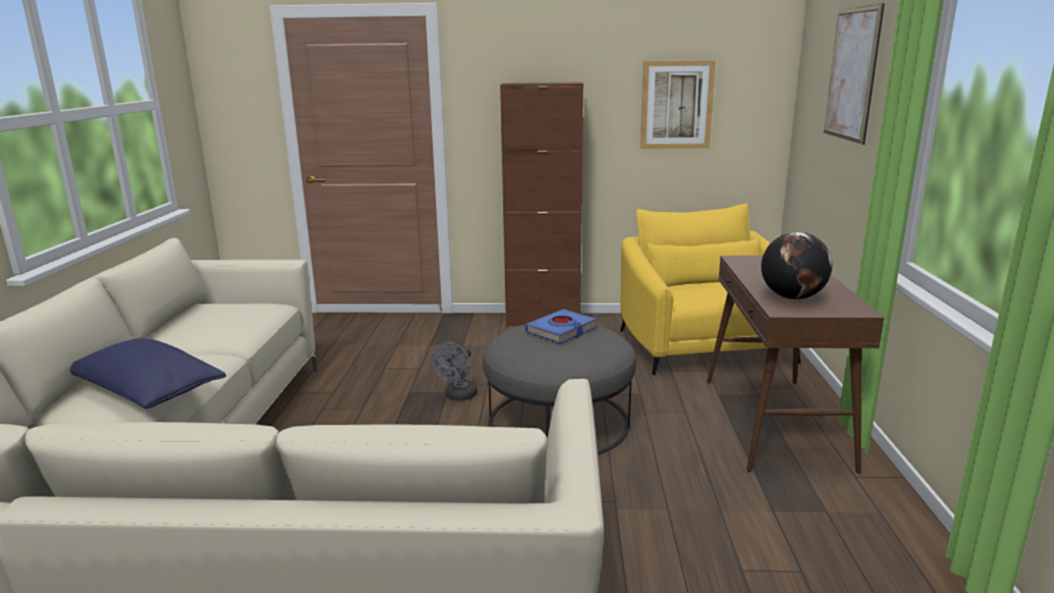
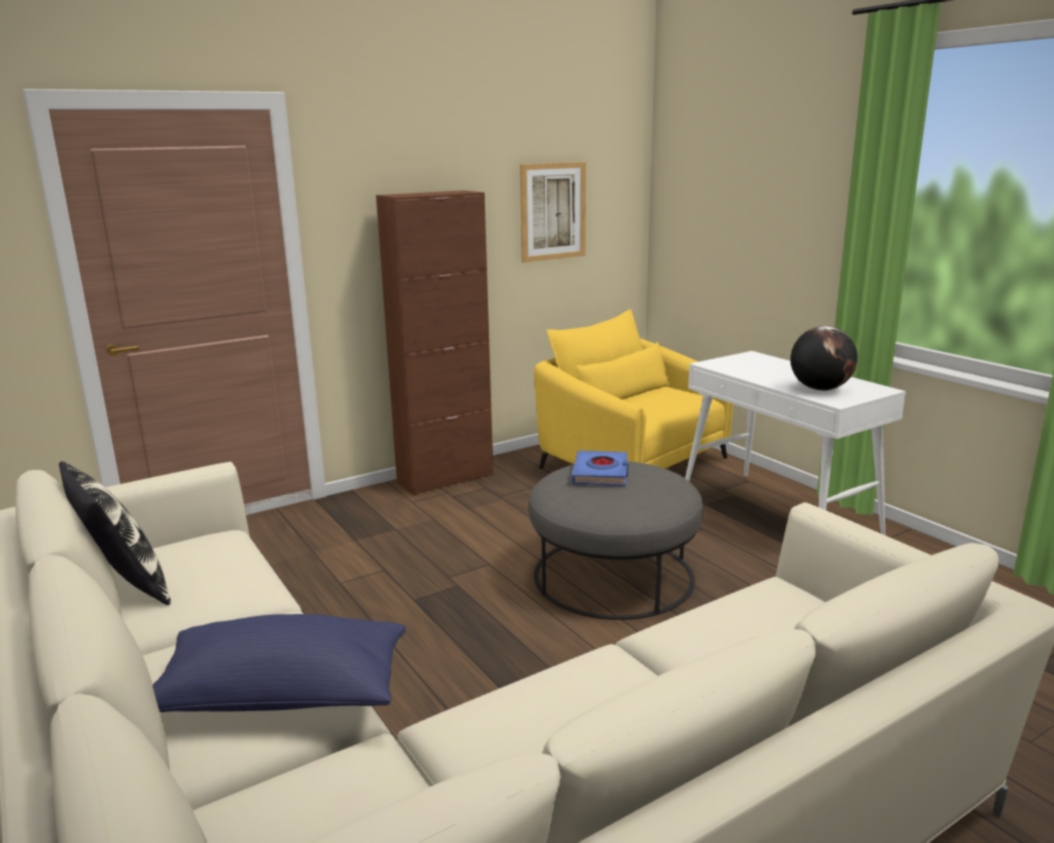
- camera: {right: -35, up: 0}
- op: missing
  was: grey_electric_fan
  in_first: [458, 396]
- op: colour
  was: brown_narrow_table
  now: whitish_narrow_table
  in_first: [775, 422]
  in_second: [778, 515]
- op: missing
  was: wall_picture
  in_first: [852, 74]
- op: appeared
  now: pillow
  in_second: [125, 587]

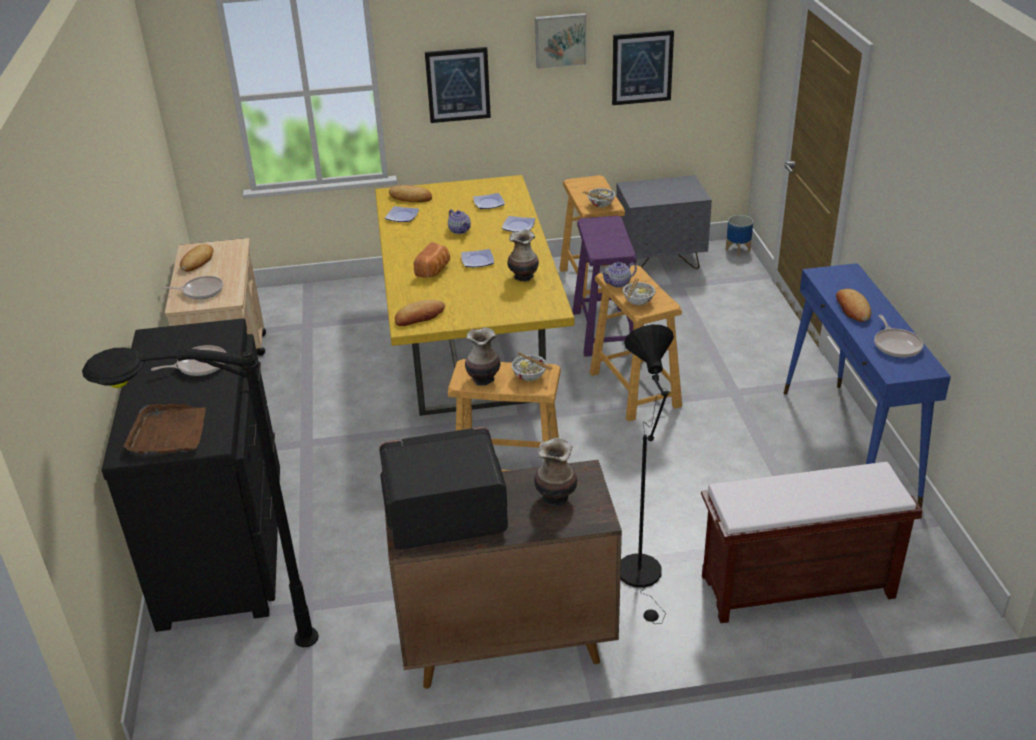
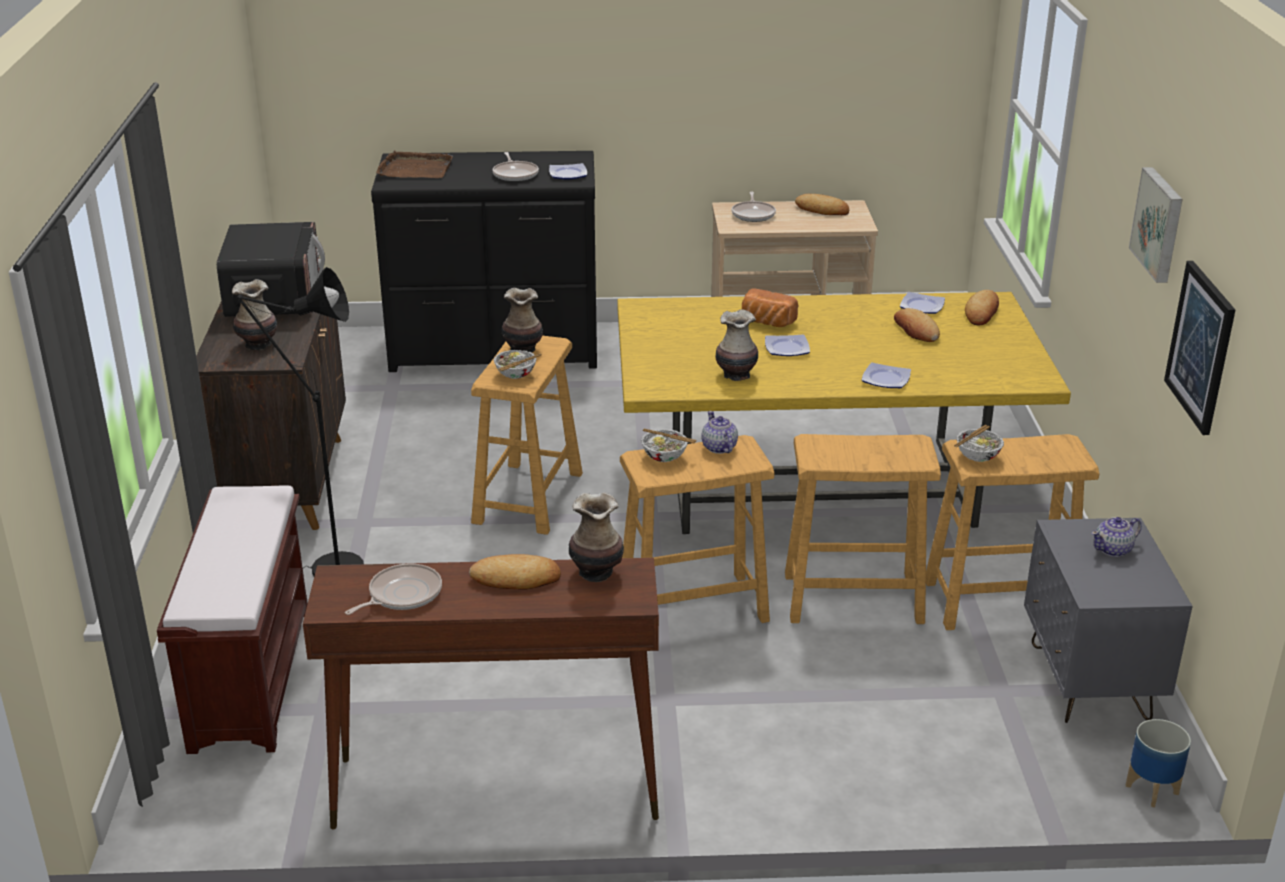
- camera: {right: 95, up: -5}
- op: missing
  was: black-coloured_standard_lamp
  in_first: [230, 653]
- op: relocated
  was: bread
  in_first: [419, 316]
  in_second: [916, 330]
- op: missing
  was: wall_picture
  in_first: [458, 84]
- op: relocated
  was: pot_for_tea
  in_first: [459, 230]
  in_second: [1113, 549]
- op: relocated
  was: dinner_plate
  in_first: [489, 203]
  in_second: [567, 174]
- op: colour
  was: purple-coloured_stool_seat
  now: sand-coloured_stool_seat
  in_first: [605, 332]
  in_second: [852, 598]
- op: colour
  was: bluish_narrow_table
  now: brown_narrow_table
  in_first: [848, 447]
  in_second: [495, 788]
- op: spun
  was: skillet
  in_first: [896, 345]
  in_second: [402, 595]
  clockwise: 135
- op: appeared
  now: vase
  in_second: [595, 572]

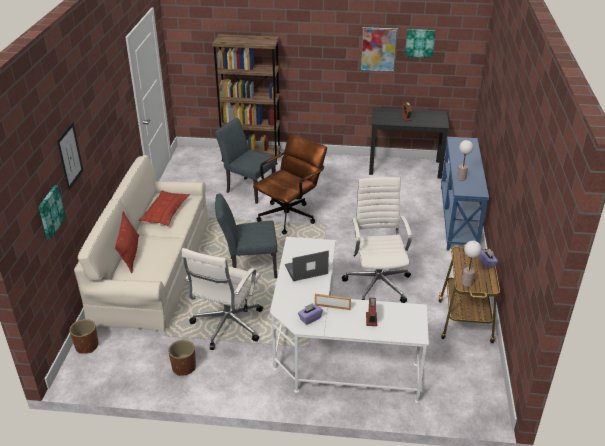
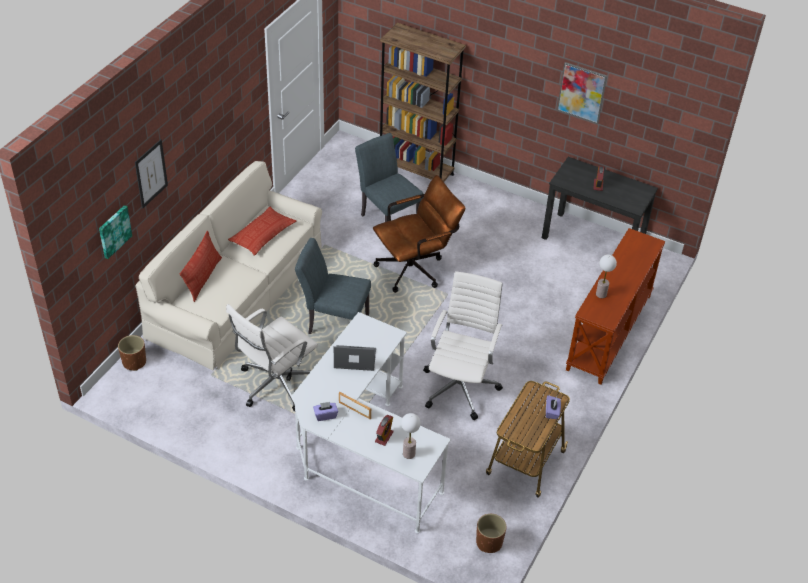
- camera: {right: 20, up: 10}
- op: relocated
  was: brown_plant_pot
  in_first: [184, 368]
  in_second: [489, 542]
- op: missing
  was: wall_picture
  in_first: [419, 42]
- op: colour
  was: bluish_narrow_table
  now: brown_narrow_table
  in_first: [459, 218]
  in_second: [610, 332]
- op: relocated
  was: tabletop_lamp
  in_first: [467, 283]
  in_second: [409, 454]

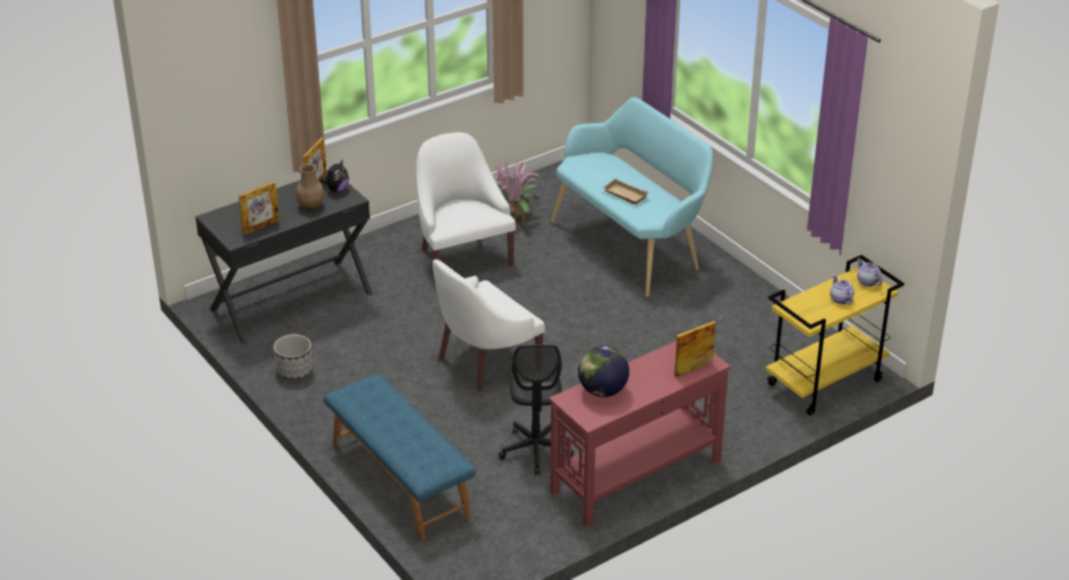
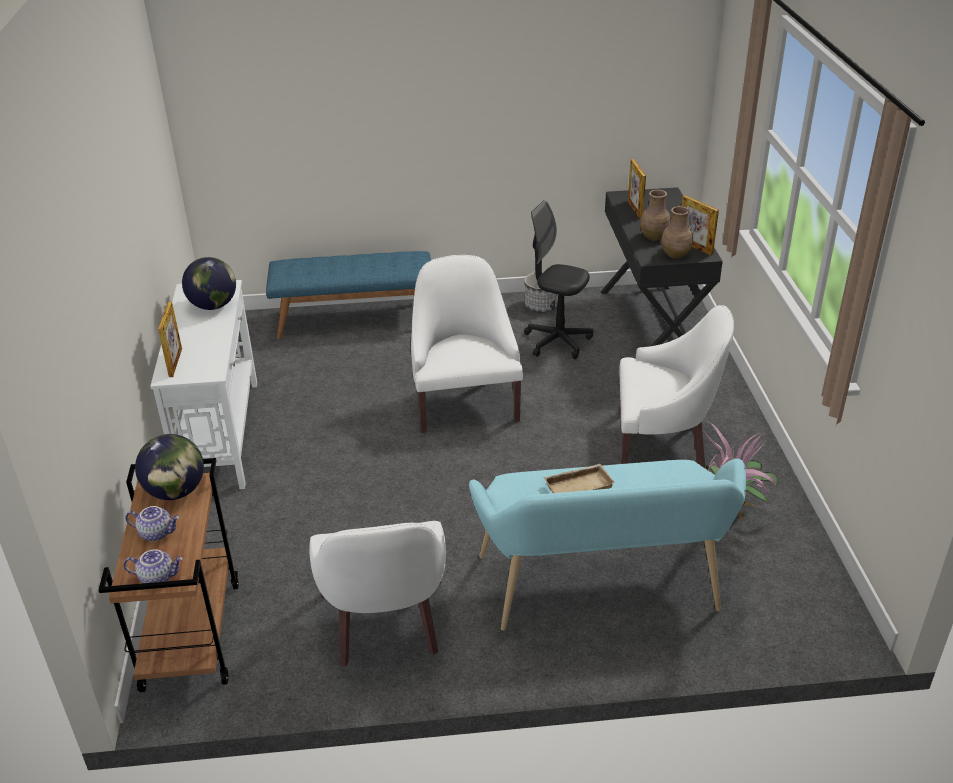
- camera: {right: 120, up: 0}
- op: exchanged
  was: soft_toy
  now: brown_vase
  in_first: [337, 189]
  in_second: [676, 254]
- op: relocated
  was: black-coloured_desk_chair
  in_first: [536, 451]
  in_second: [557, 341]
- op: colour
  was: reddish_narrow_table
  now: whitish_narrow_table
  in_first: [635, 476]
  in_second: [221, 433]
- op: colour
  was: yellow-coloured_cart
  now: brown_cart
  in_first: [824, 383]
  in_second: [191, 635]
- op: appeared
  now: world_globe
  in_second: [175, 492]
- op: appeared
  now: whitish_easy_chair
  in_second: [385, 623]

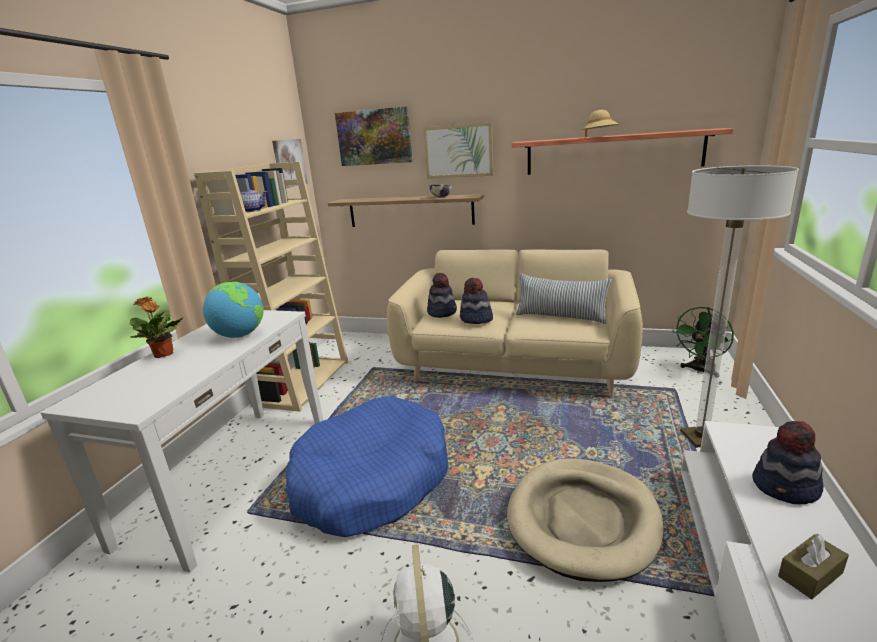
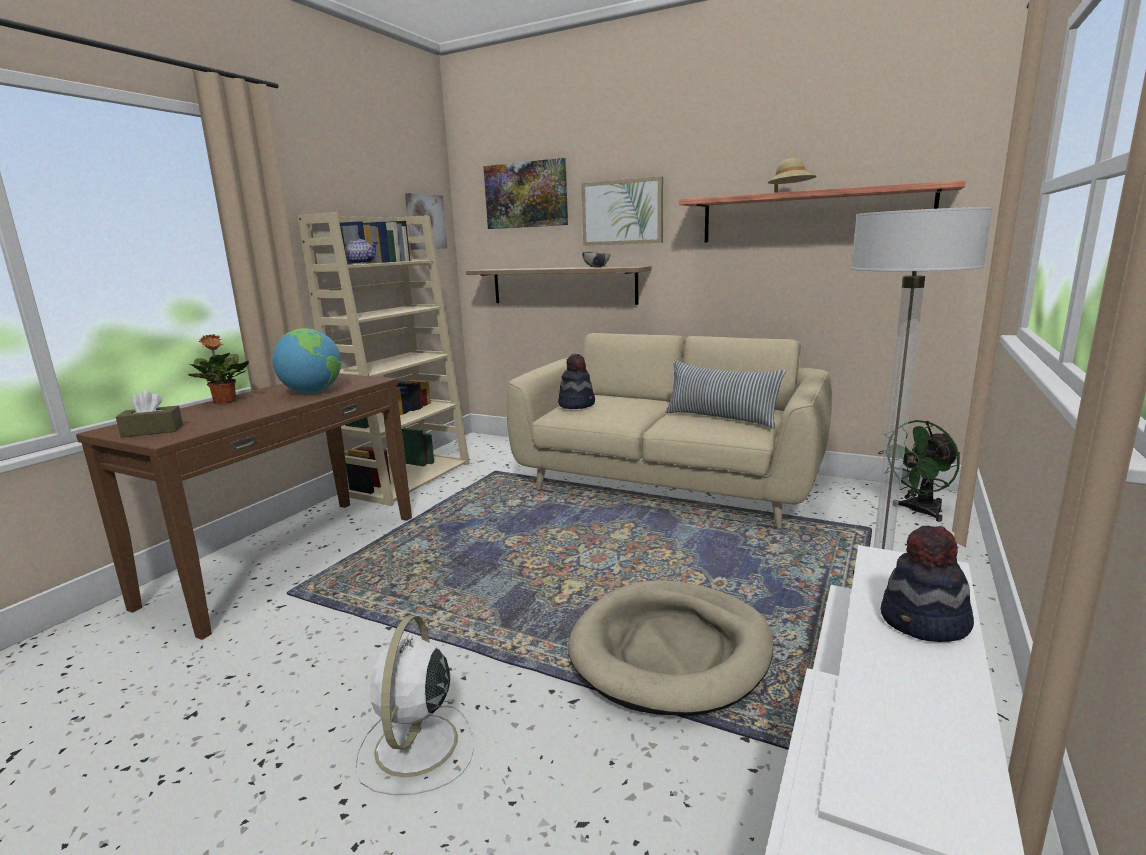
- camera: {right: 10, up: -5}
- op: colour
  was: whitish_narrow_table
  now: brown_narrow_table
  in_first: [231, 476]
  in_second: [287, 558]
- op: missing
  was: bluish_dog_bed
  in_first: [372, 480]
- op: missing
  was: hat
  in_first: [476, 319]
- op: relocated
  was: brown_tissue_box
  in_first: [810, 575]
  in_second: [152, 431]

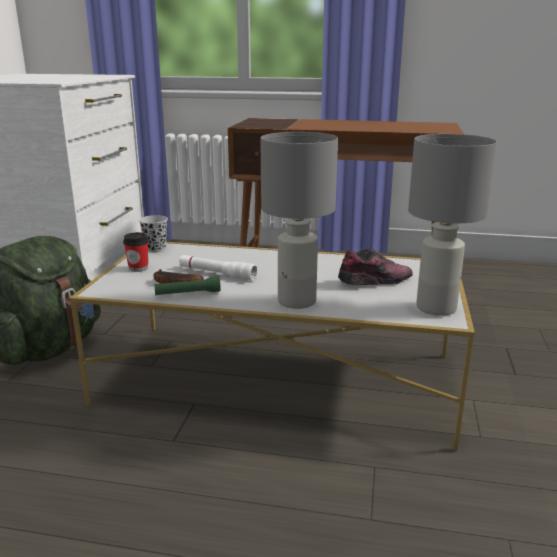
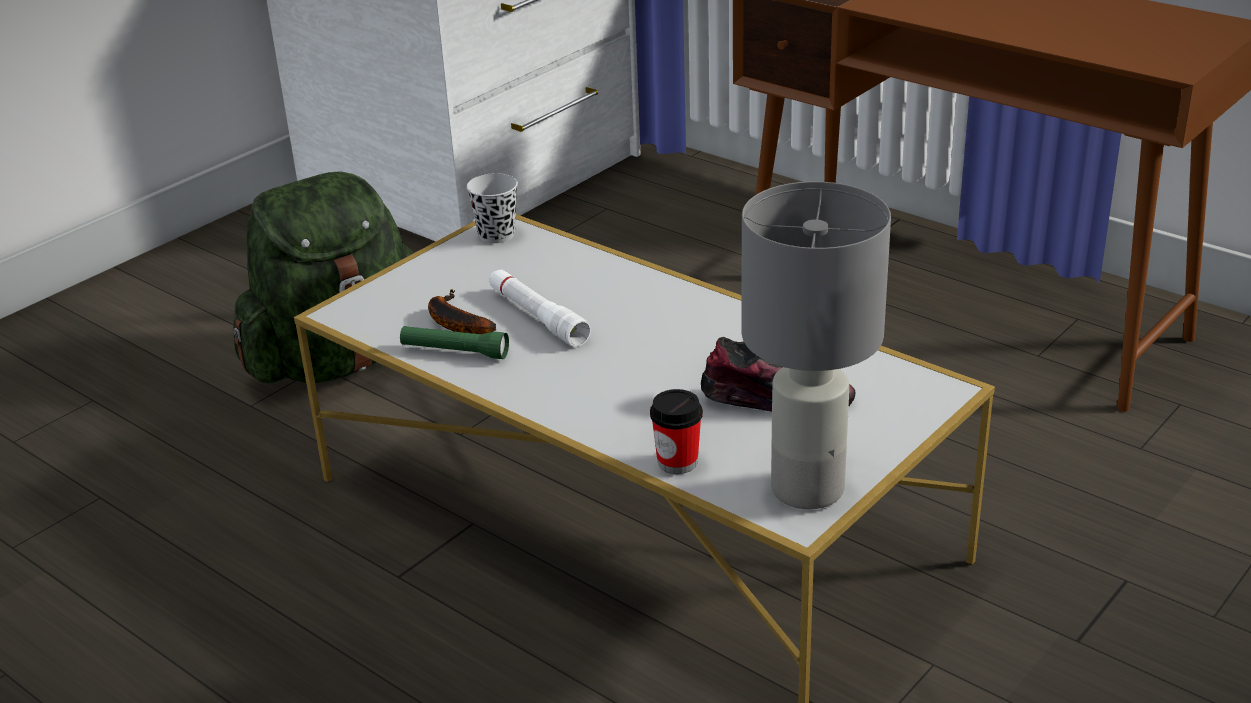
- camera: {right: 30, up: 10}
- op: relocated
  was: drinking_cup
  in_first: [138, 268]
  in_second: [677, 462]
- op: missing
  was: grey_tabletop_lamp
  in_first: [297, 302]

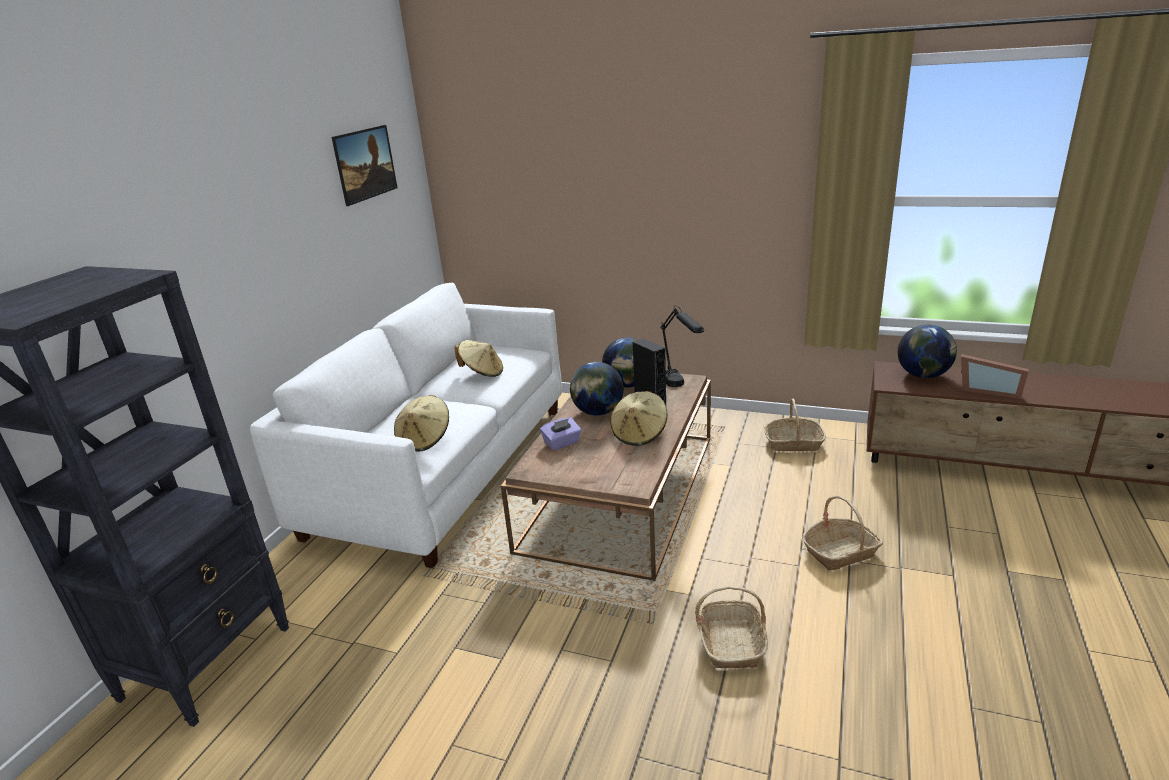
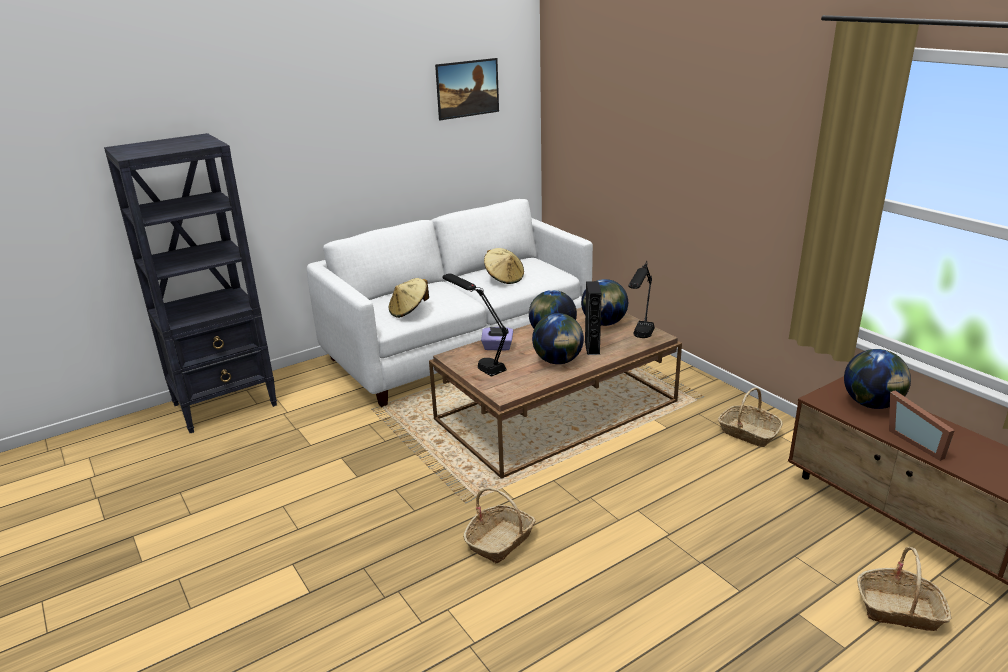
- camera: {right: 35, up: 0}
- op: exchanged
  was: sand-coloured_hat
  now: world_globe
  in_first: [639, 434]
  in_second: [558, 361]
- op: relocated
  was: storage_basket
  in_first: [840, 552]
  in_second: [899, 610]
- op: appeared
  now: black-coloured_tabletop_lamp
  in_second: [478, 361]

